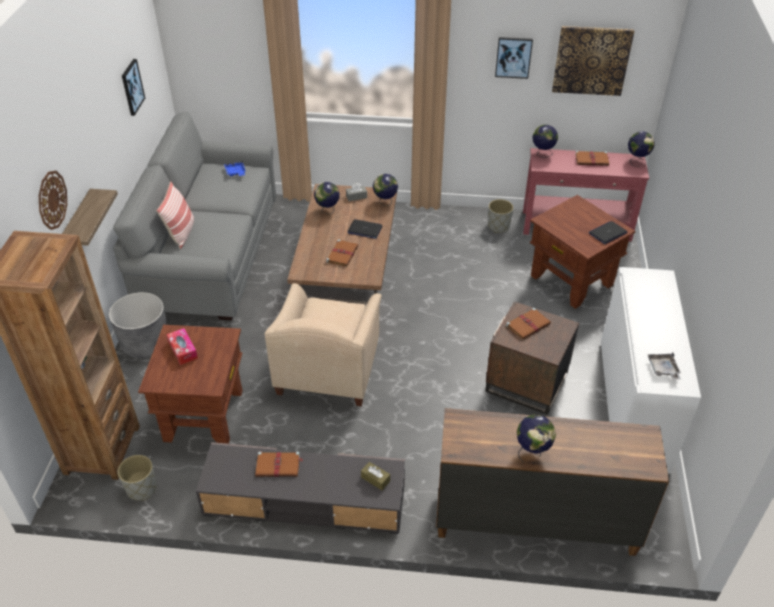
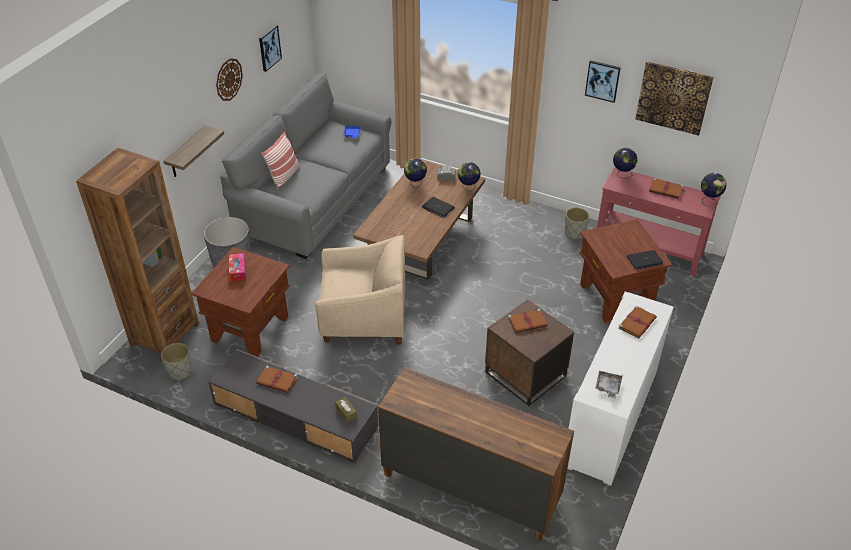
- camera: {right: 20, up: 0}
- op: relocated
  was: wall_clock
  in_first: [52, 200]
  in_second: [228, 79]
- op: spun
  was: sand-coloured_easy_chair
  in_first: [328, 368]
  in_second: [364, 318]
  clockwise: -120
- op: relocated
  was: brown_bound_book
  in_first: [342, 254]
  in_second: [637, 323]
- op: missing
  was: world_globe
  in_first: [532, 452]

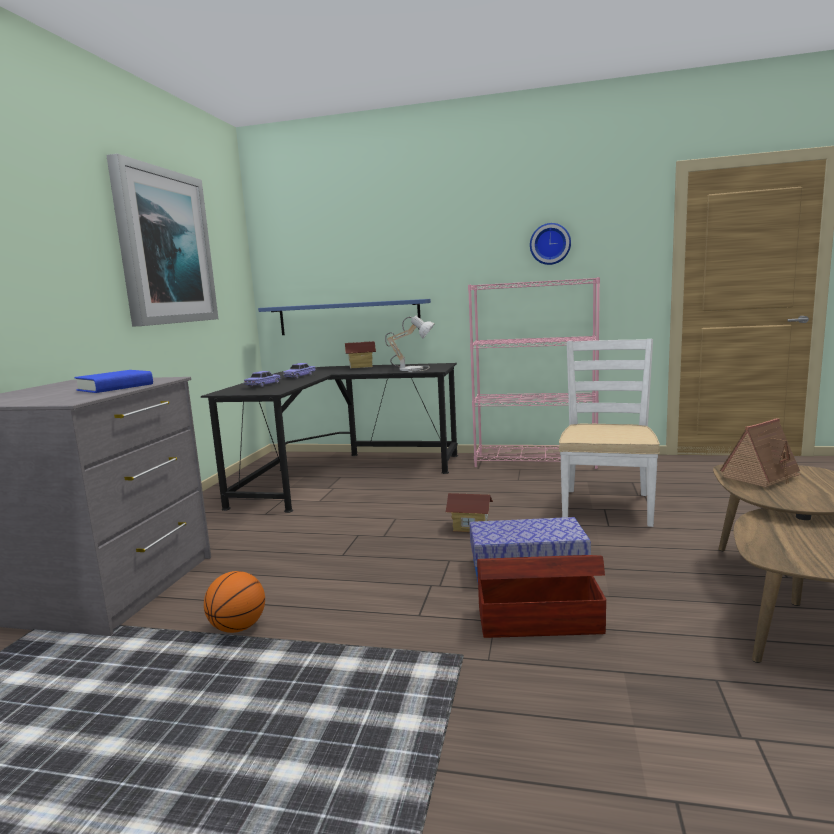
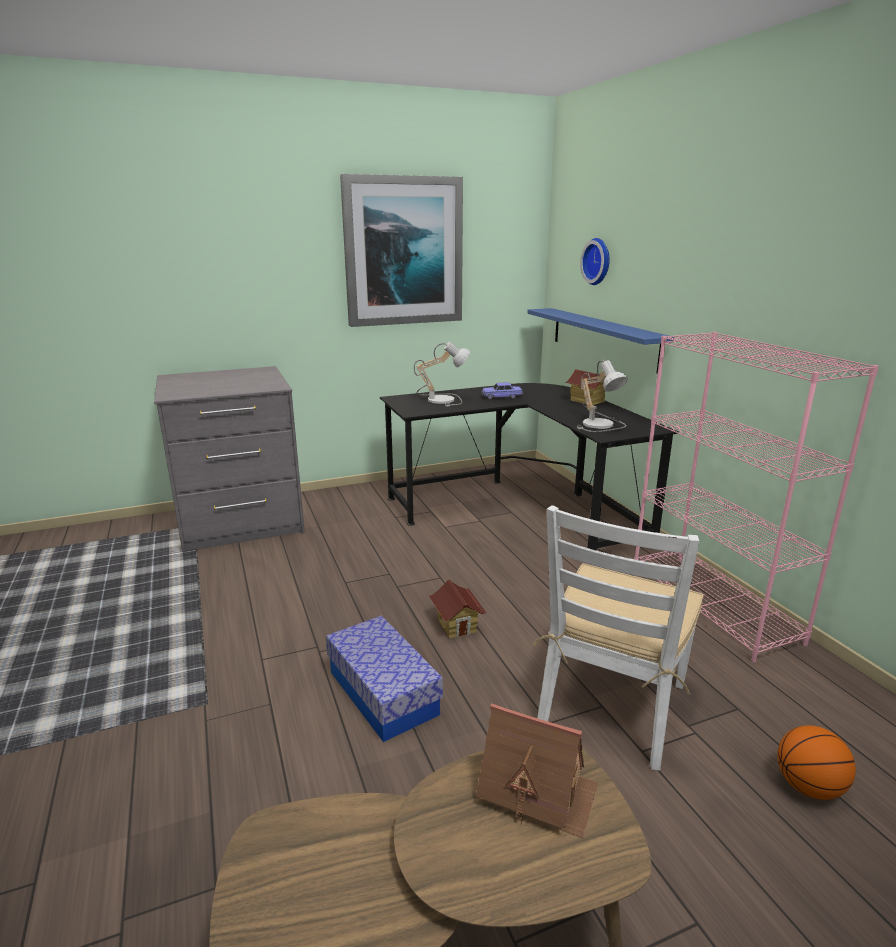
- camera: {right: 55, up: 10}
- op: missing
  was: bluish_bound_book
  in_first: [115, 387]
- op: relocated
  was: basketball_ball
  in_first: [238, 627]
  in_second: [808, 787]
- op: exchanged
  was: toy_car
  now: tabletop_lamp
  in_first: [263, 385]
  in_second: [442, 399]
- op: missing
  was: brown_storage_bin
  in_first: [537, 619]
- op: relocated
  was: wall_clock
  in_first: [550, 244]
  in_second: [598, 261]
- op: spun
  was: whitish_chair
  in_first: [606, 506]
  in_second: [612, 706]
  clockwise: 135

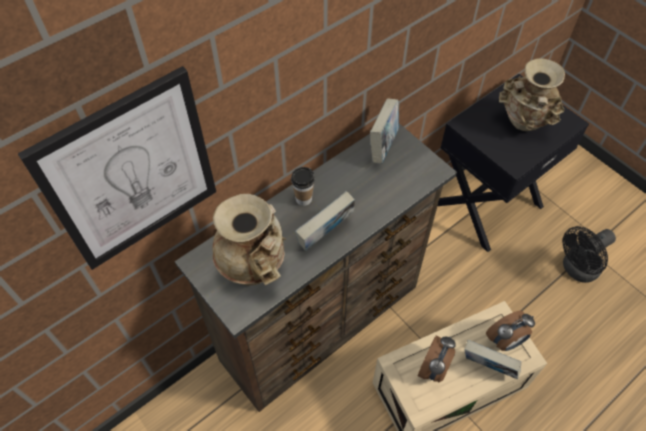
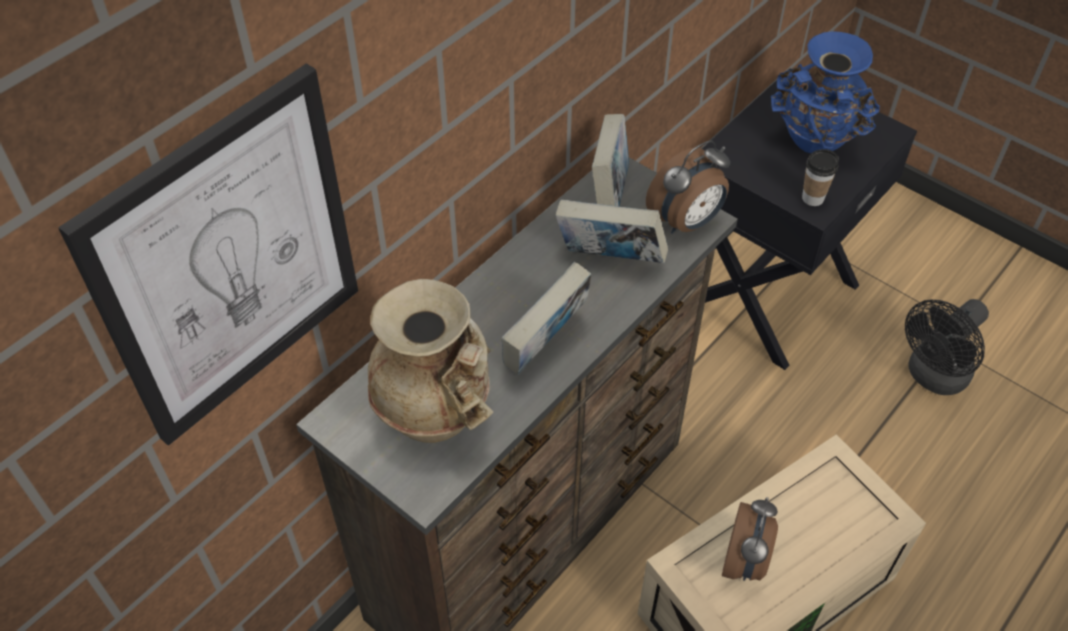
- camera: {right: -10, up: -5}
- op: relocated
  was: drinking_cup
  in_first: [303, 199]
  in_second: [812, 198]
- op: relocated
  was: bound_book
  in_first: [487, 367]
  in_second: [609, 260]
- op: relocated
  was: table_clock
  in_first: [505, 341]
  in_second: [686, 222]
- op: colour
  was: sand-coloured_vase
  now: bluish_vase
  in_first: [523, 124]
  in_second: [814, 143]

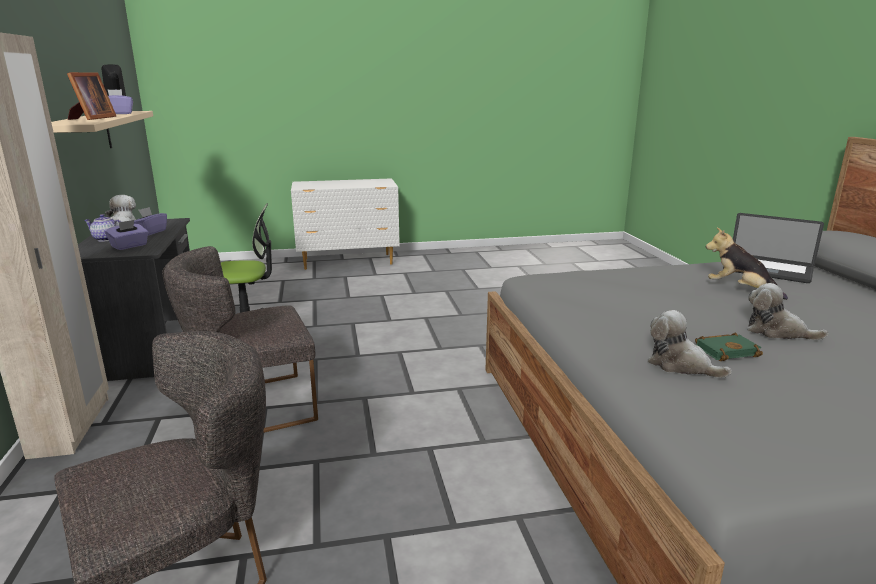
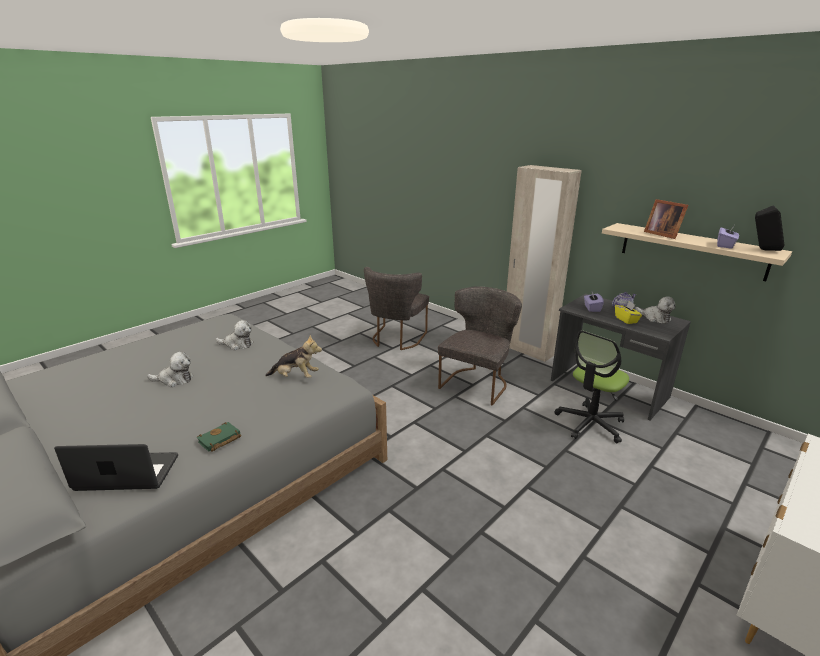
- camera: {right: 145, up: 5}
- op: colour
  was: purple-coloured_tissue_box
  now: yellow-coloured_tissue_box
  in_first: [150, 232]
  in_second: [626, 320]
- op: relocated
  was: greenish_bound_book
  in_first: [726, 350]
  in_second: [219, 440]
- op: relocated
  was: soft_toy
  in_first: [740, 290]
  in_second: [296, 377]

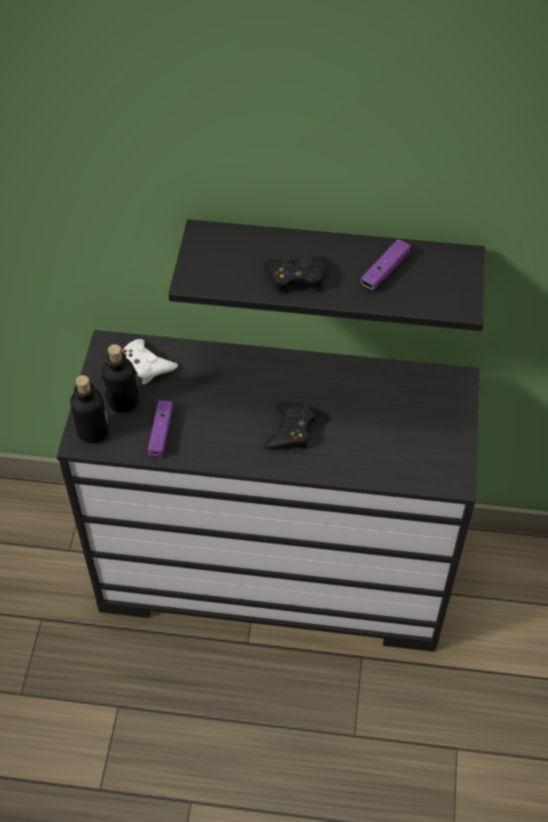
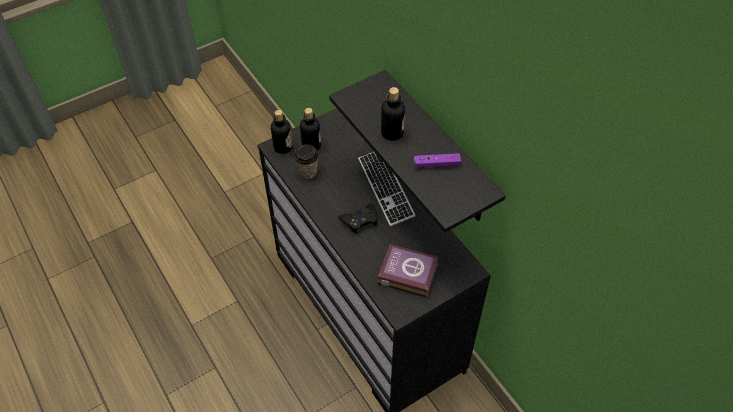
- camera: {right: 50, up: 0}
- op: missing
  was: whitish_gamepad
  in_first: [145, 365]
- op: exchanged
  was: purple-coloured_gamepad
  now: drinking_cup
  in_first: [161, 432]
  in_second: [307, 172]
- op: exchanged
  was: black-coloured_gamepad
  now: drink_bottle
  in_first: [296, 277]
  in_second: [392, 133]
- op: appeared
  now: keyboard
  in_second: [385, 188]
- op: appeared
  now: bound_book
  in_second: [406, 272]

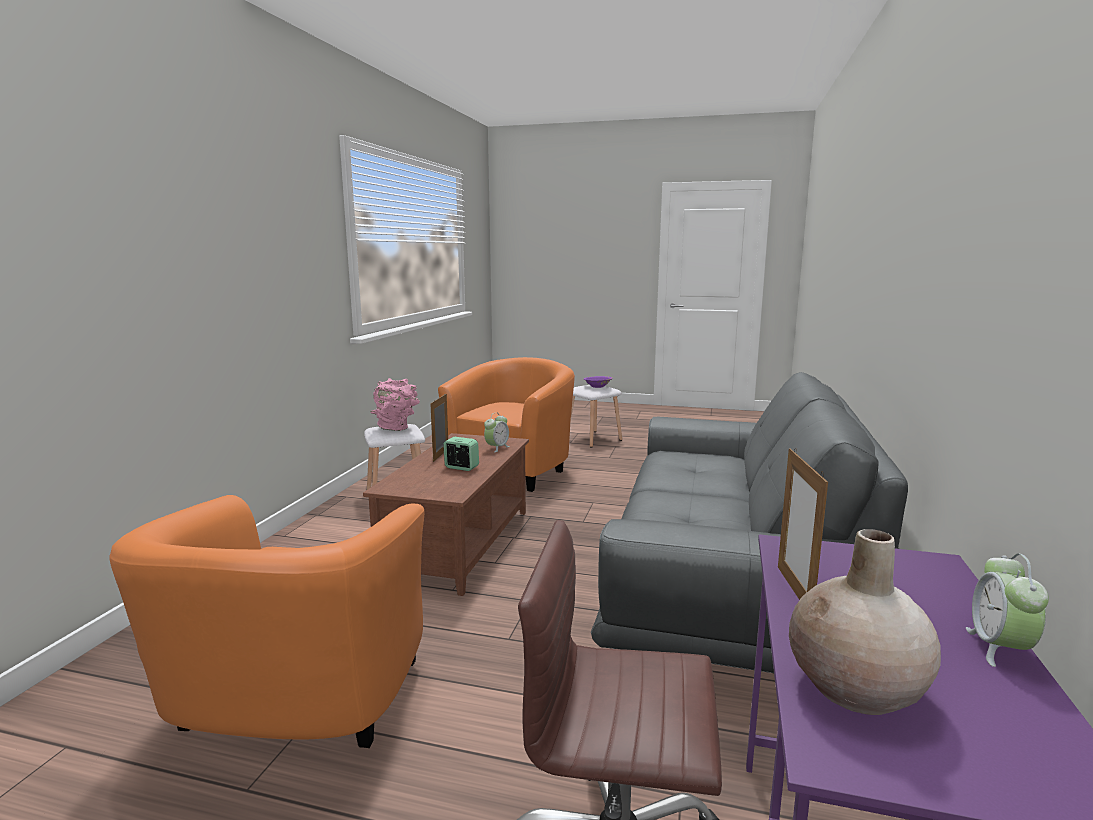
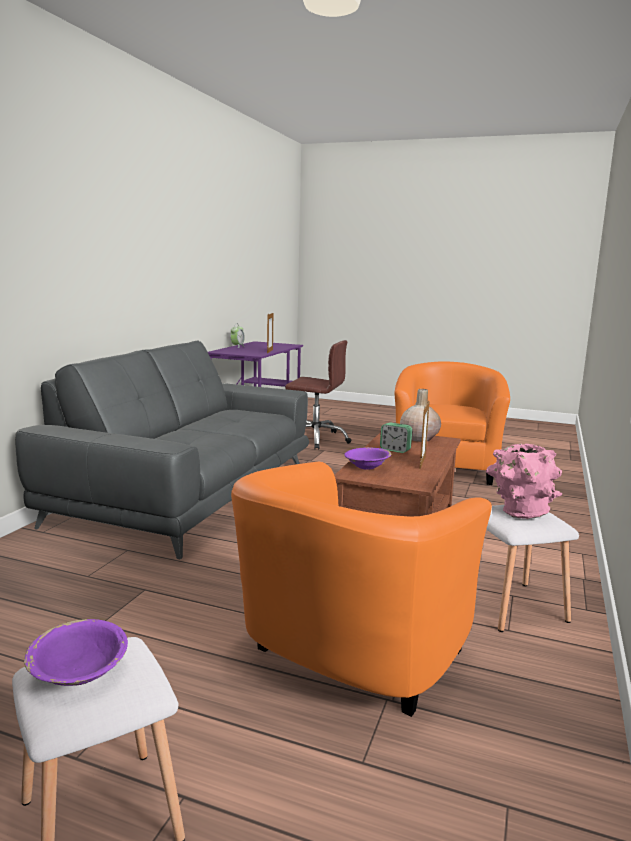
- camera: {right: -175, up: 0}
- op: exchanged
  was: table_clock
  now: purple-coloured_serving_bowl
  in_first: [497, 448]
  in_second: [367, 467]
- op: relocated
  was: sand-coloured_vase
  in_first: [856, 688]
  in_second: [419, 438]

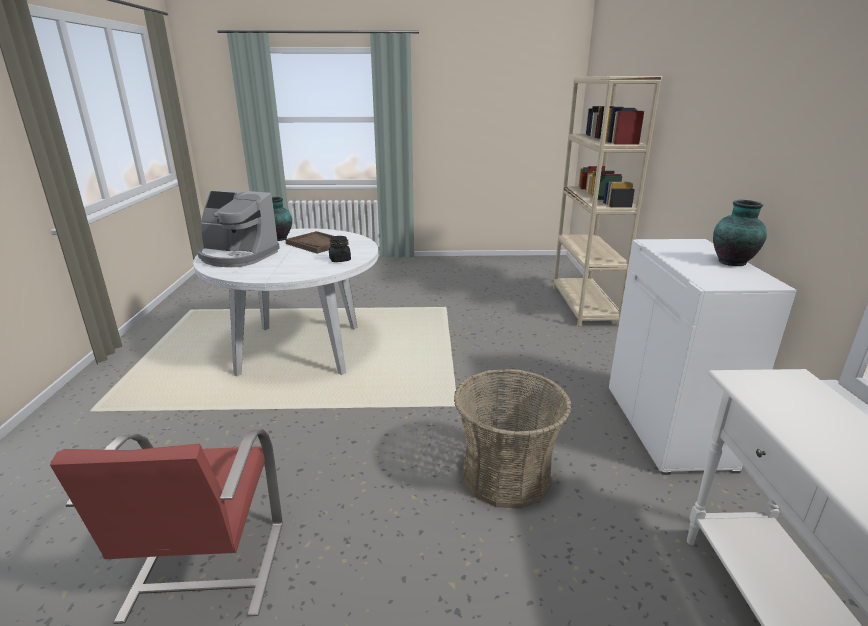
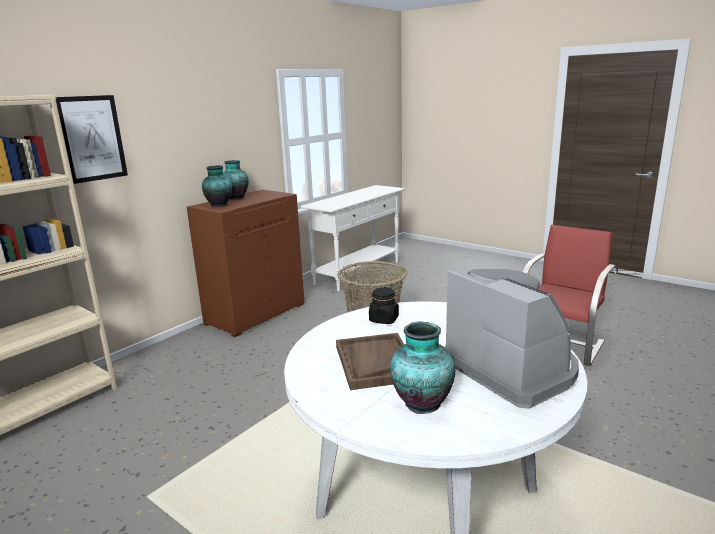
- camera: {right: -140, up: -5}
- op: colour
  was: whitish_cupboard
  now: brown_cupboard
  in_first: [668, 427]
  in_second: [255, 313]
- op: appeared
  now: wall_picture
  in_second: [92, 138]
- op: appeared
  now: vase
  in_second: [219, 205]

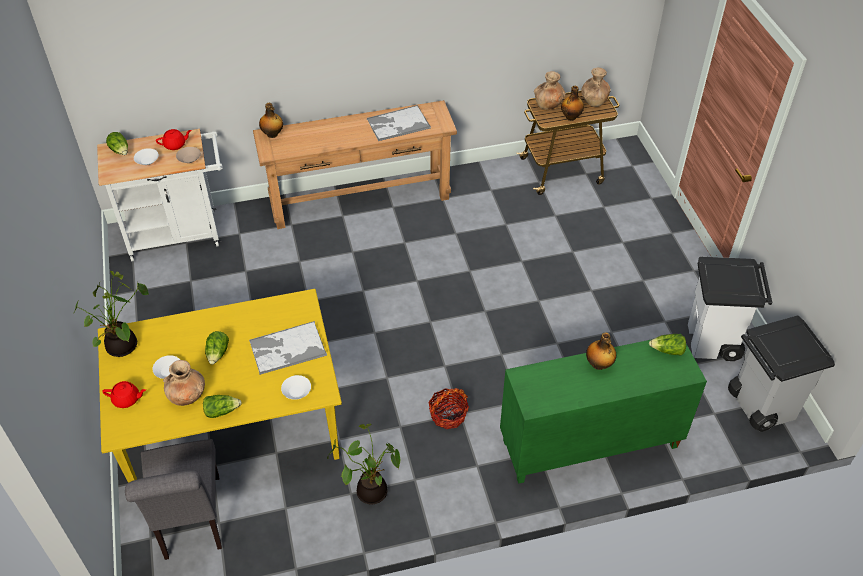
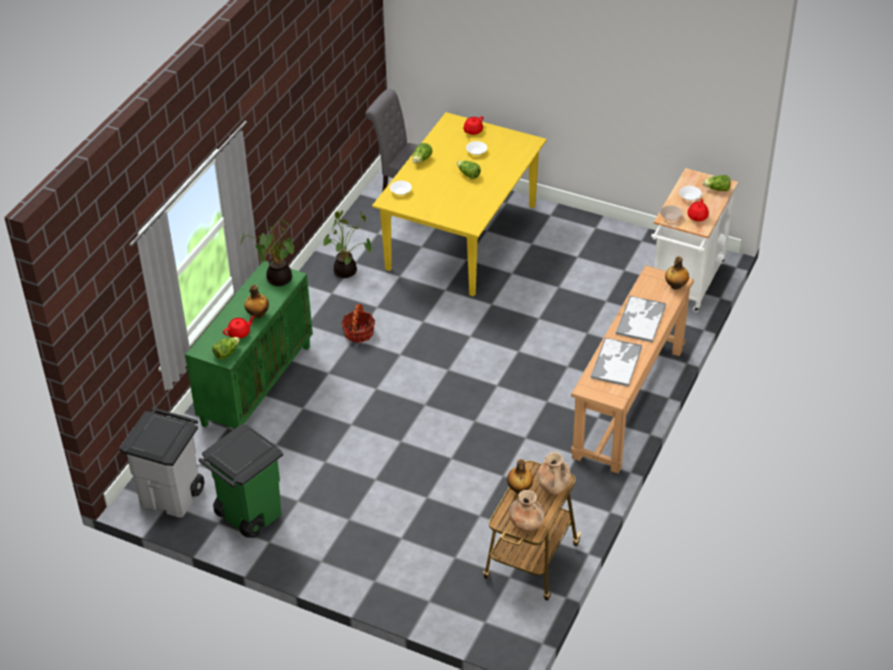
- camera: {right: 130, up: -5}
- op: relocated
  was: houseplant
  in_first: [124, 347]
  in_second: [277, 279]
- op: missing
  was: brown_vase
  in_first: [187, 395]
- op: relocated
  was: tray
  in_first: [287, 349]
  in_second: [641, 319]
- op: colour
  was: whitish_waste_bin
  now: greenish_waste_bin
  in_first: [713, 341]
  in_second: [248, 515]
- op: appeared
  now: reddish_pot_for_tea
  in_second: [239, 333]

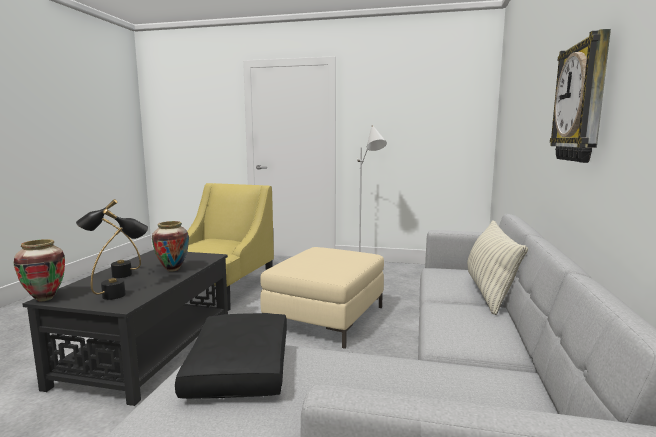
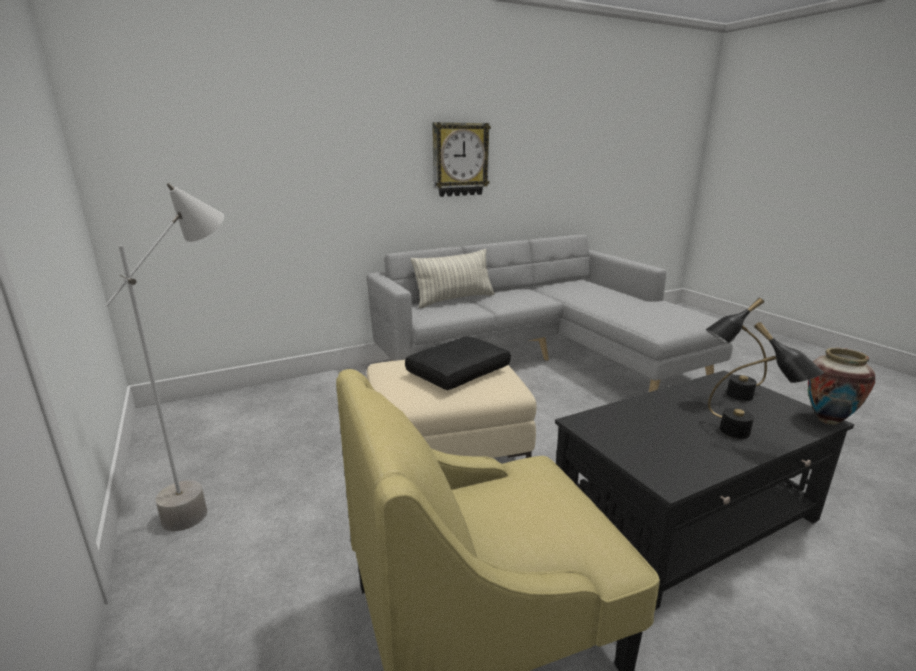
- camera: {right: -130, up: 10}
- op: missing
  was: vase
  in_first: [172, 270]
- op: relocated
  was: black-coloured_pillow
  in_first: [242, 367]
  in_second: [458, 371]

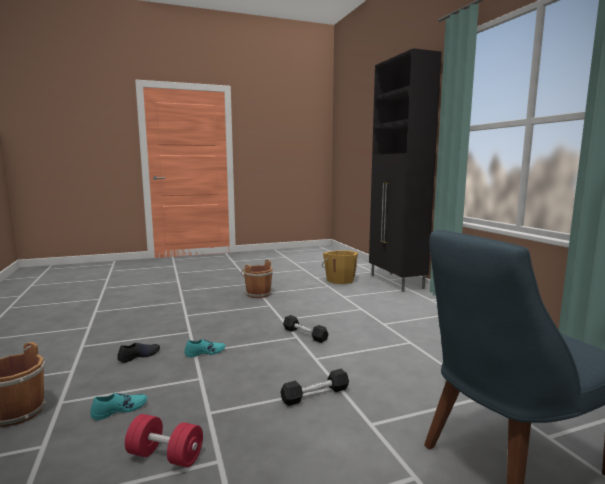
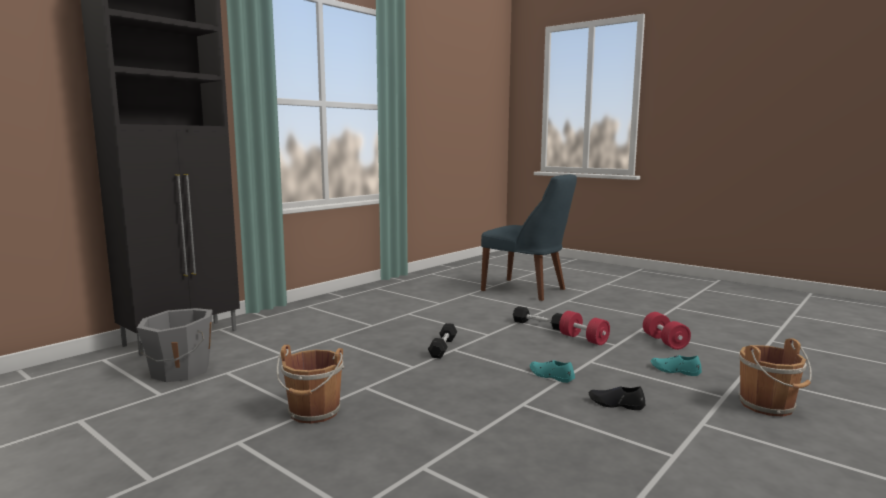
- camera: {right: -120, up: 0}
- op: colour
  was: orange_bucket
  now: grey_bucket
  in_first: [340, 280]
  in_second: [179, 371]
- op: appeared
  now: reddish_free_weight
  in_second: [583, 339]

